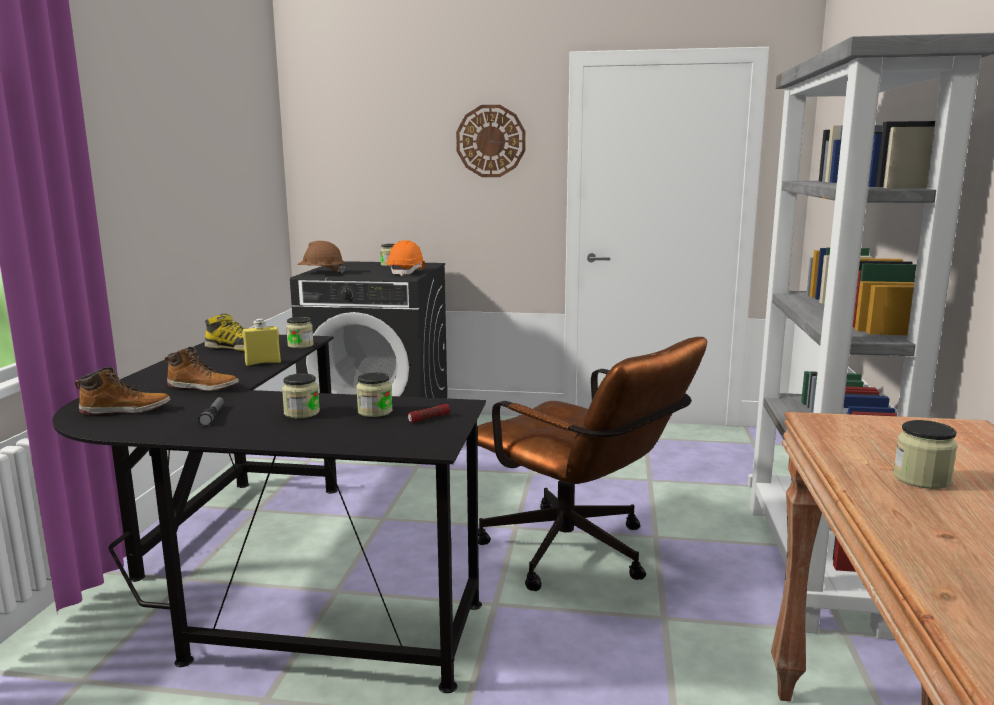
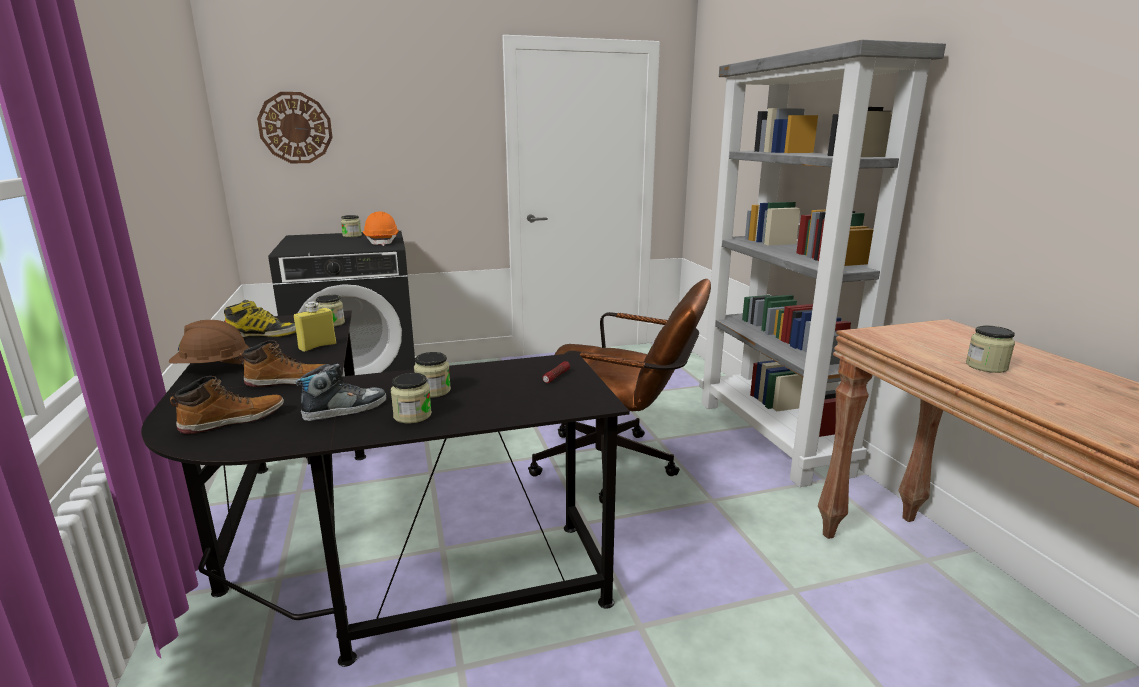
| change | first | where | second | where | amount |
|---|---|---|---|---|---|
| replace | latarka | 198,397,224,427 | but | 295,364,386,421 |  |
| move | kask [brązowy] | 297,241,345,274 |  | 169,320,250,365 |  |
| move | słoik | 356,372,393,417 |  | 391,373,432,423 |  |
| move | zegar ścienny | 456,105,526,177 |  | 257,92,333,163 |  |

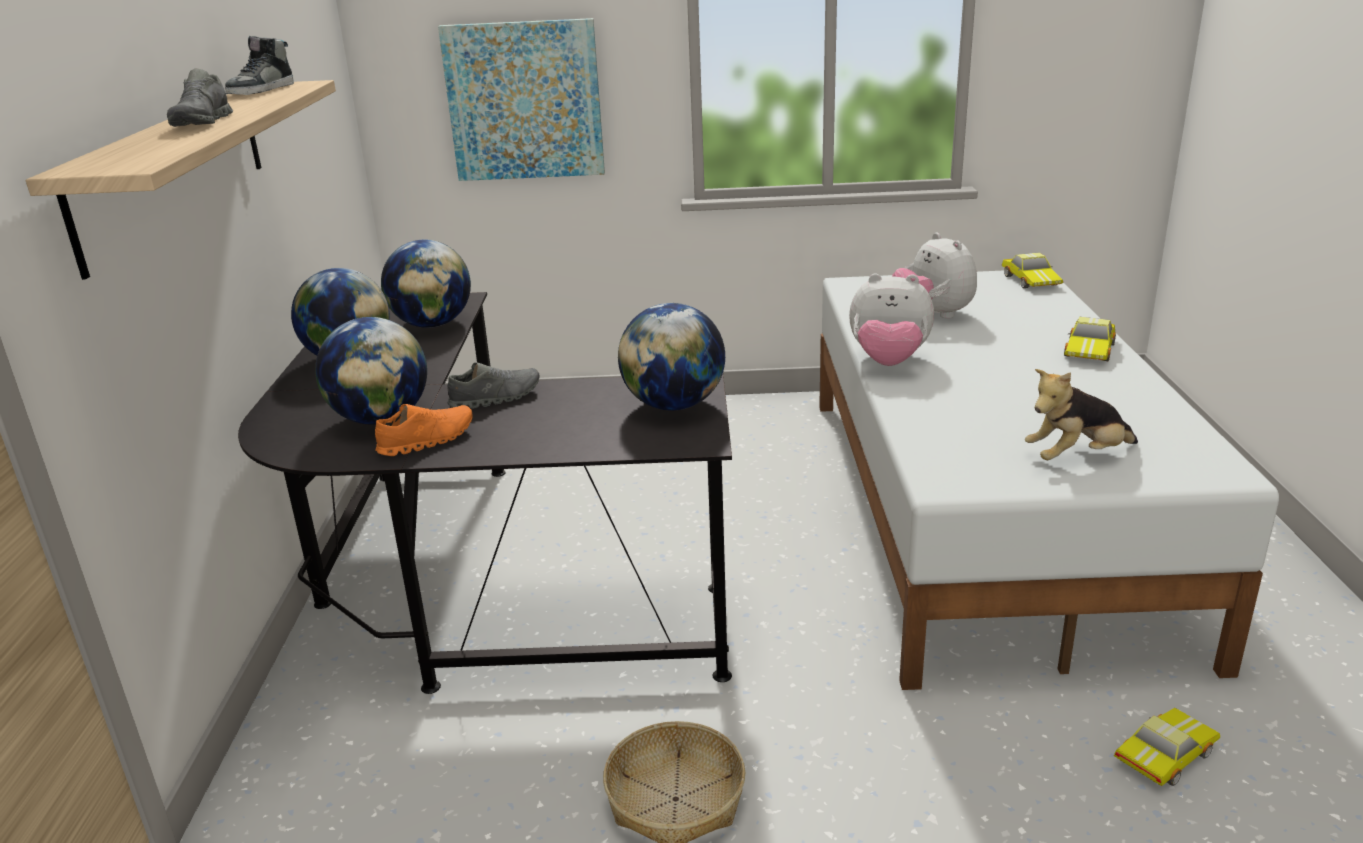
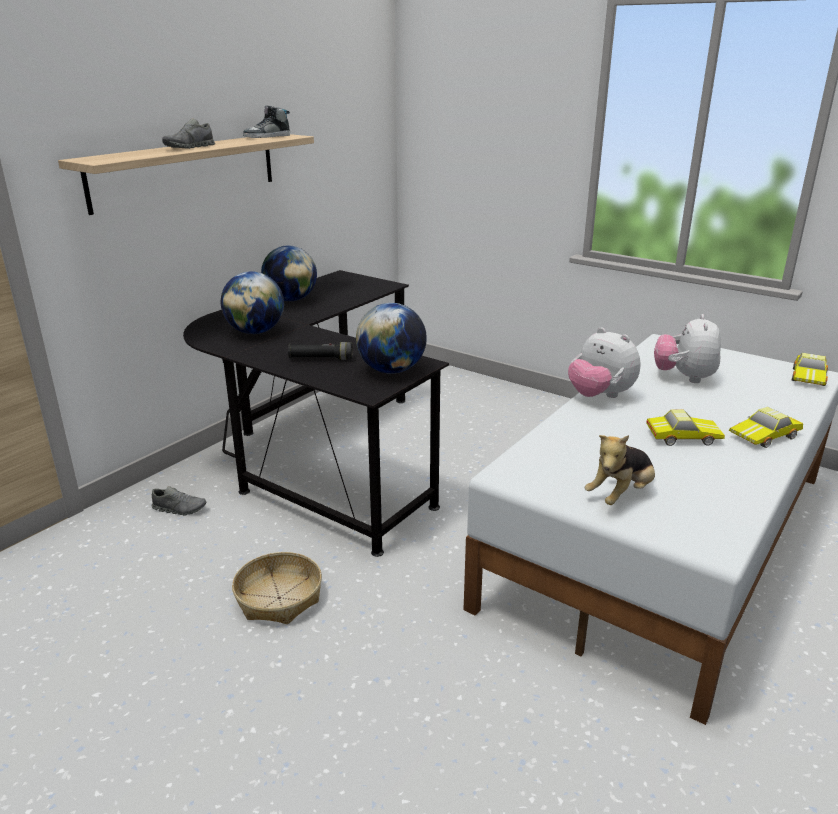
| change | first | where | second | where | amount |
|---|---|---|---|---|---|
| delete | but [pomarańczowy] | 375,404,472,456 |  |  |  |
| delete | globus | 381,240,471,328 |  |  |  |
| delete | obraz | 438,18,605,181 |  |  |  |
| move | but [szary] | 447,362,540,409 |  | 152,486,206,515 |  |
| rotate | pluszak | 1025,369,1138,460 |  | 584,435,655,505 | 60 degrees counterclockwise |
| move | samochodzik | 1114,708,1220,786 |  | 646,409,725,446 |  |
| insert |  |  | latarka [czarny] | 288,342,353,360 |  |

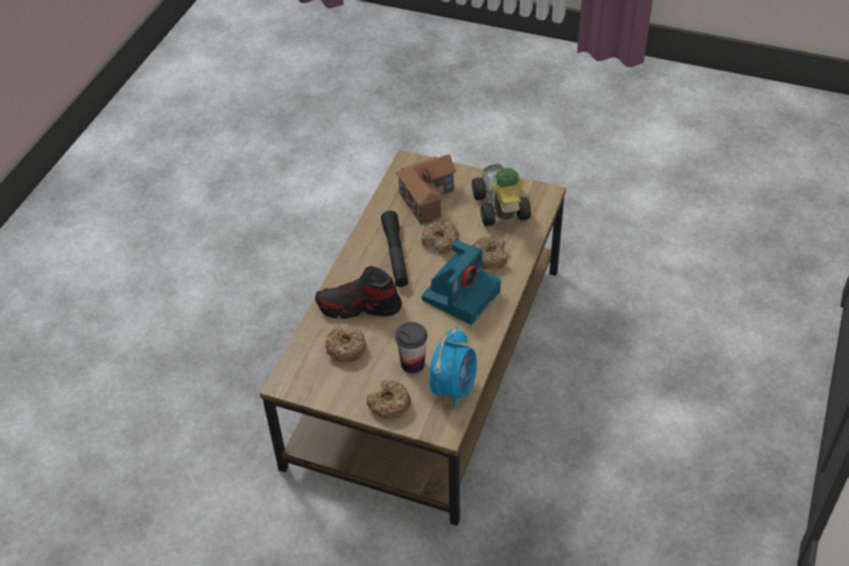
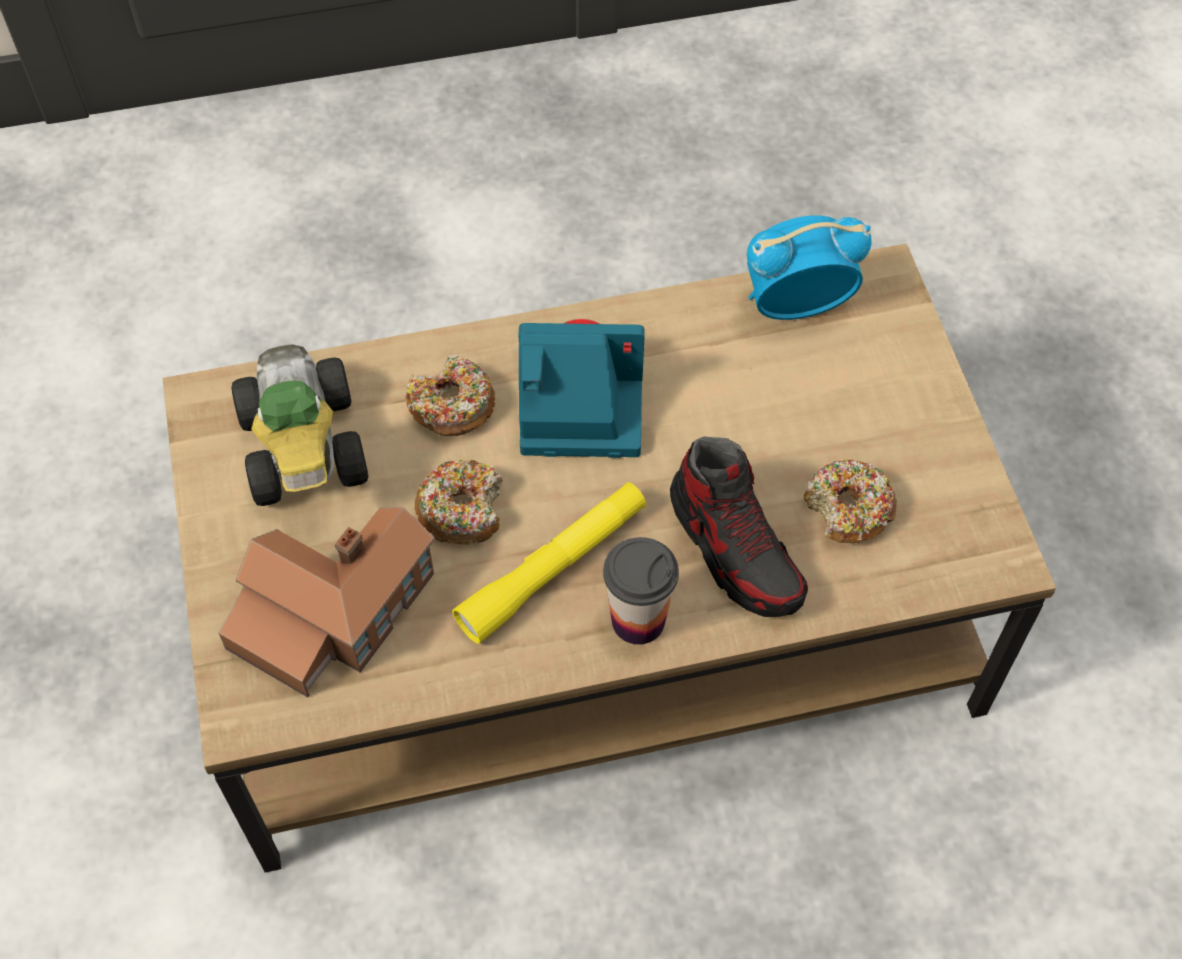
| change | first | where | second | where | amount |
|---|---|---|---|---|---|
| delete | donut | 366,380,411,419 |  |  |  |
| recolor | latarka [czarny] | 381,211,408,287 | latarka [żółty] | 452,482,646,644 |  |
| move | filiżanka | 395,322,428,373 |  | 603,537,679,645 |  |
| rotate | samochodzik | 472,164,531,226 |  | 232,345,368,506 | 120 degrees clockwise |

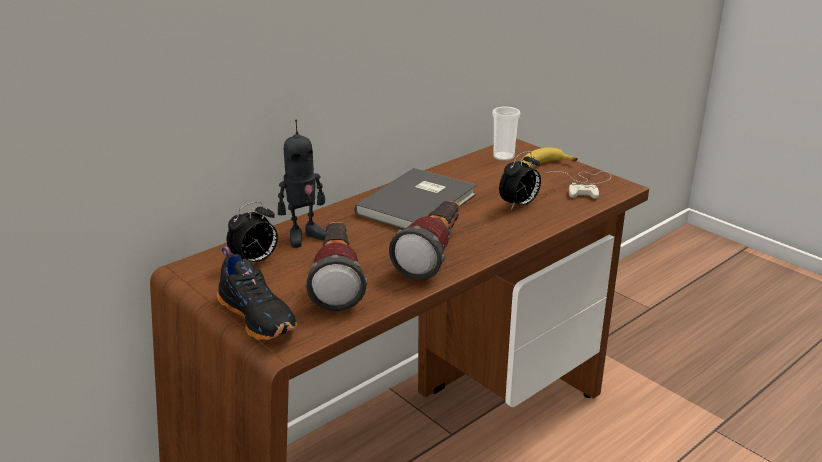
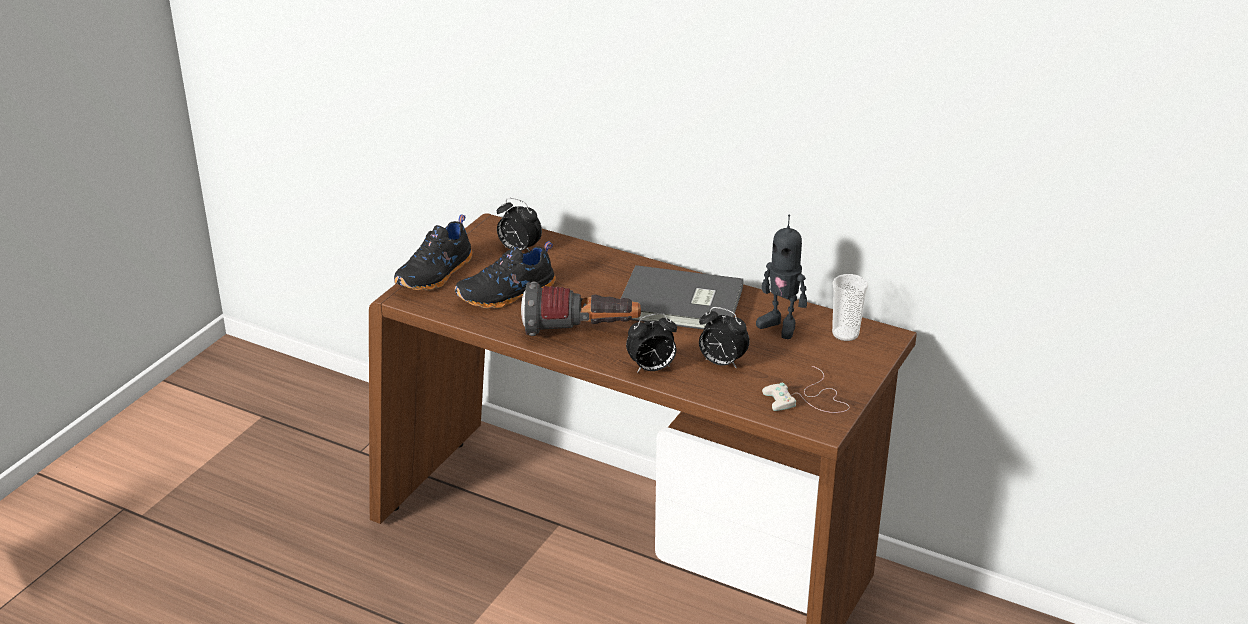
| change | first | where | second | where | amount |
|---|---|---|---|---|---|
| move | robot zabawkowy | 278,120,326,248 |  | 756,215,807,339 |  |
| replace | latarka | 305,222,368,311 | but [czarny] | 455,241,556,308 |  |
| delete | banan | 522,147,578,168 |  |  |  |
| insert |  |  | budzik | 626,313,677,373 |  |

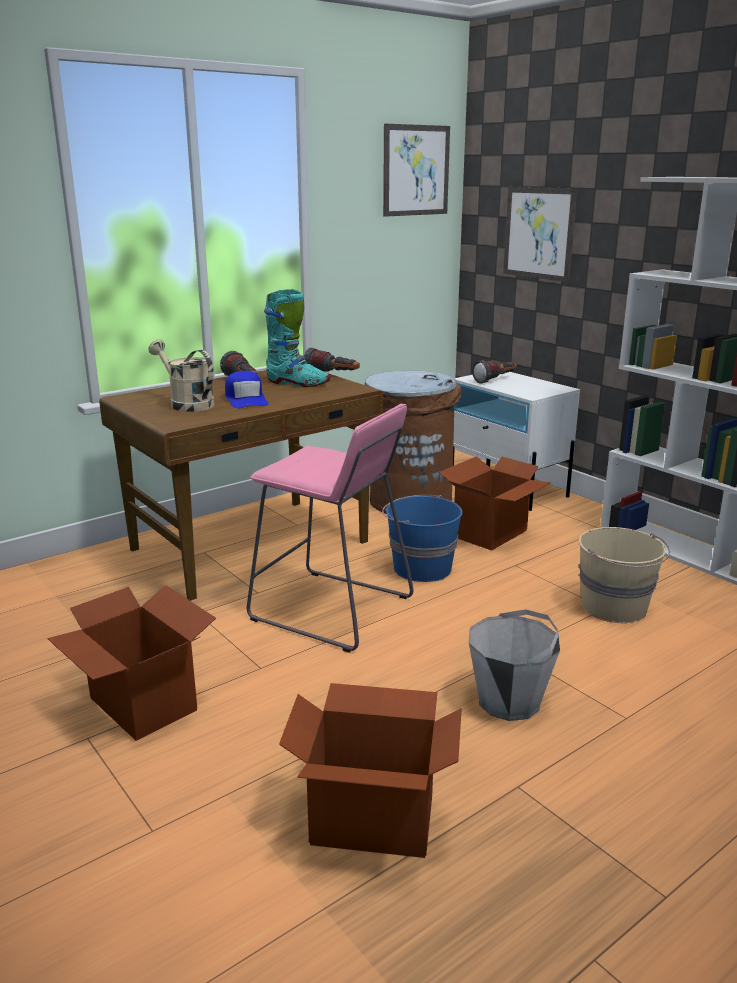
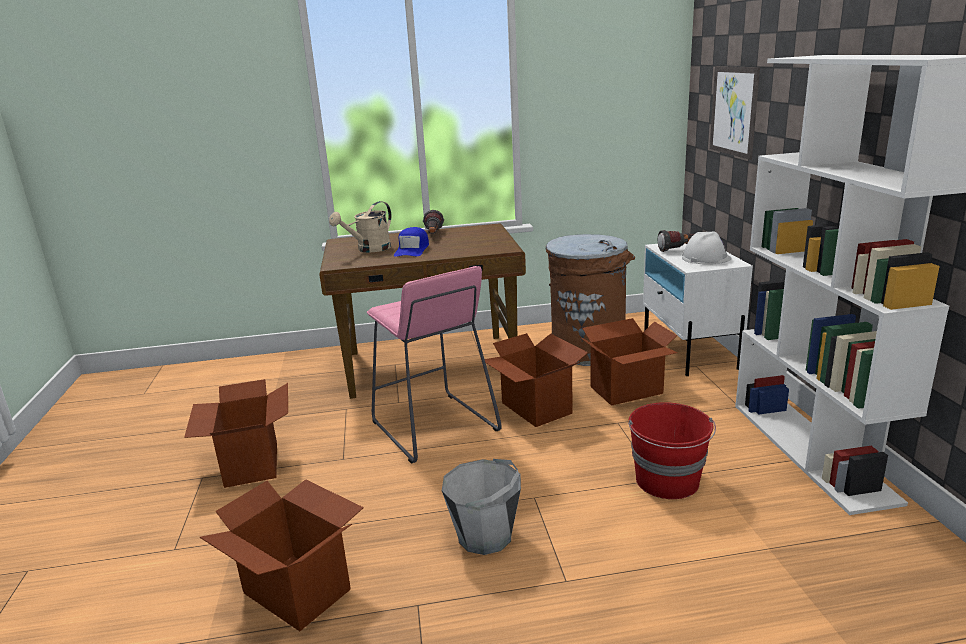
| change | first | where | second | where | amount |
|---|---|---|---|---|---|
| rotate | konewka [beżowy] | 149,339,214,412 |  | 329,201,391,253 | 120 degrees counterclockwise |
| delete | but z cholewką [turkusowy] | 264,289,330,387 |  |  |  |
| delete | latarka | 304,347,360,372 |  |  |  |
| replace | wiadro [niebieski] | 382,495,463,582 | karton | 485,333,588,427 |  |
| delete | obraz | 383,124,450,217 |  |  |  |
| recolor | wiadro [beżowy] | 579,527,670,623 | wiadro [czerwony] | 628,402,716,499 |  |
| insert |  |  | kask [biały] | 682,231,732,264 |  |

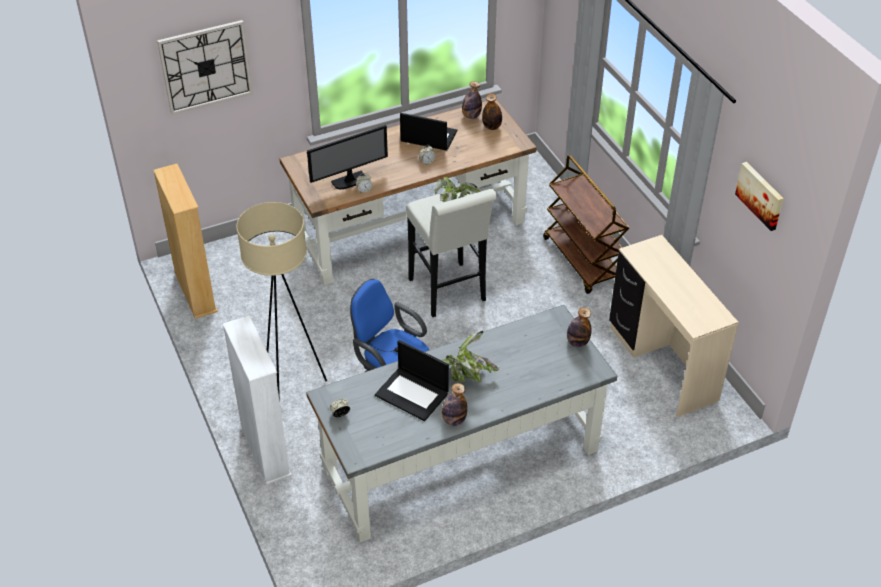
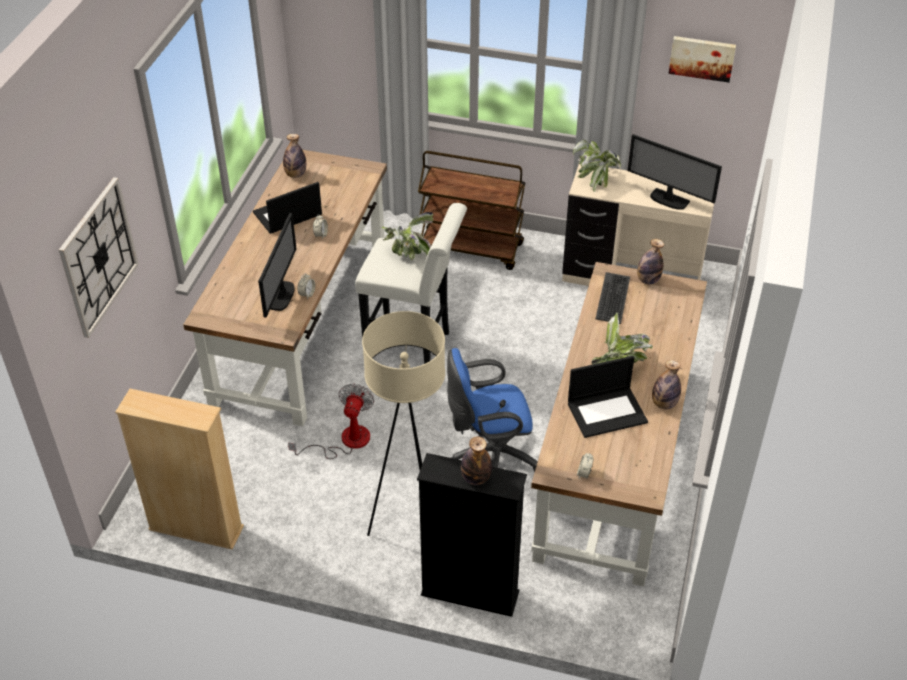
| change | first | where | second | where | amount |
|---|---|---|---|---|---|
| recolor | regał [biały] | 223,315,292,485 | regał [czarny] | 417,453,527,617 |  |
| recolor | biurko [szary] | 306,305,617,543 | biurko [brązowy] | 531,262,707,587 |  |
| move | butelka | 482,93,502,130 |  | 461,436,492,485 |  |
| insert |  |  | wentylator | 288,384,374,459 |  |
| insert |  |  | roślina doniczkowa | 573,139,621,192 |  |
| insert |  |  | klawiatura | 595,272,630,324 |  |
| insert |  |  | monitor | 627,134,722,210 |  |

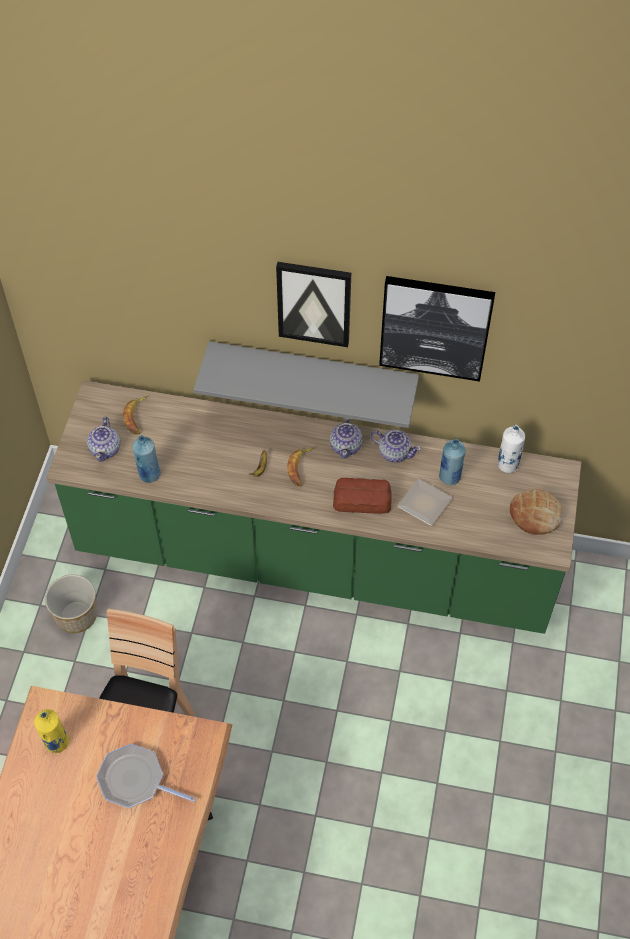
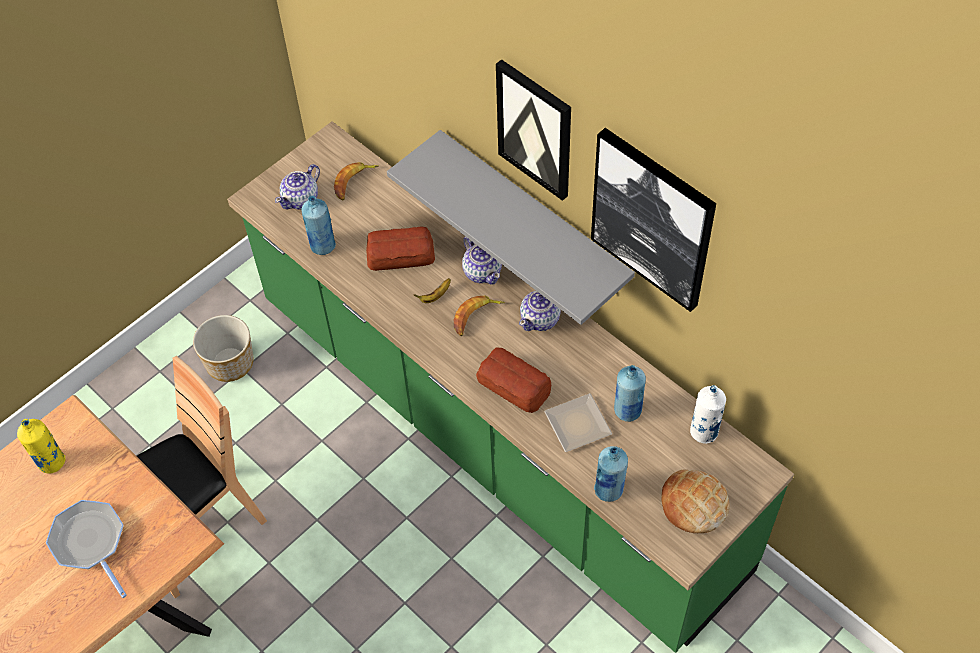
| change | first | where | second | where | amount |
|---|---|---|---|---|---|
| move | imbryk | 370,430,421,463 |  | 462,236,502,285 |  |
| insert |  |  | chleb | 366,226,435,271 |  |
| insert |  |  | butelka [niebieski] | 594,446,628,502 |  |

